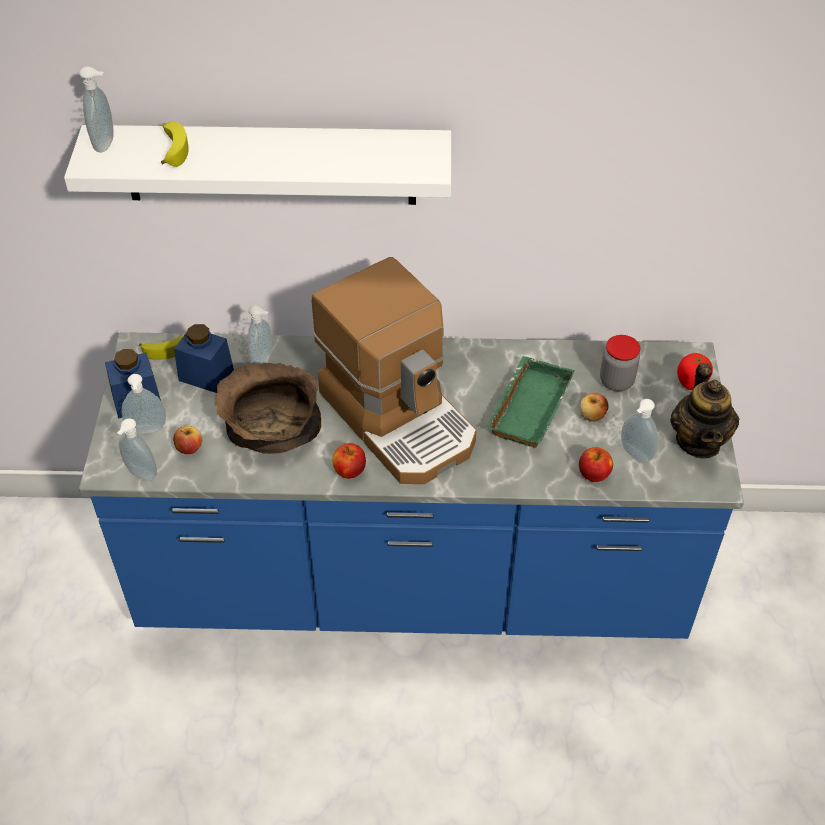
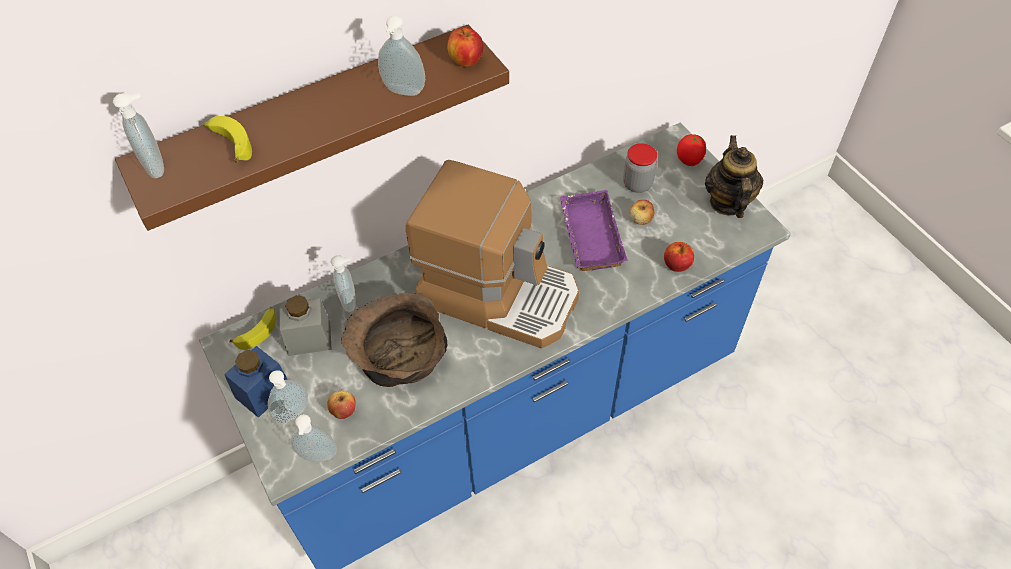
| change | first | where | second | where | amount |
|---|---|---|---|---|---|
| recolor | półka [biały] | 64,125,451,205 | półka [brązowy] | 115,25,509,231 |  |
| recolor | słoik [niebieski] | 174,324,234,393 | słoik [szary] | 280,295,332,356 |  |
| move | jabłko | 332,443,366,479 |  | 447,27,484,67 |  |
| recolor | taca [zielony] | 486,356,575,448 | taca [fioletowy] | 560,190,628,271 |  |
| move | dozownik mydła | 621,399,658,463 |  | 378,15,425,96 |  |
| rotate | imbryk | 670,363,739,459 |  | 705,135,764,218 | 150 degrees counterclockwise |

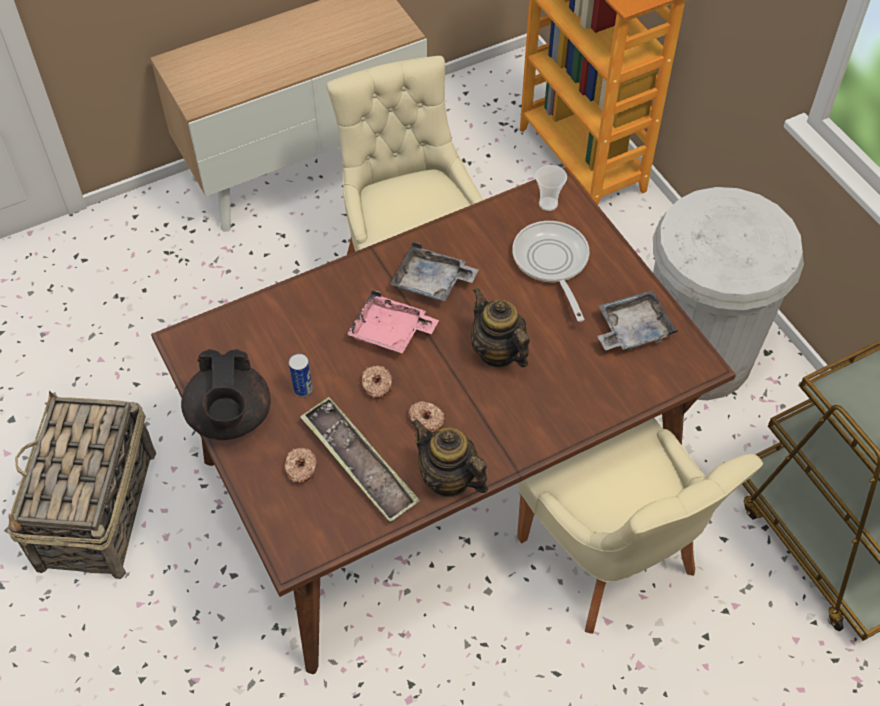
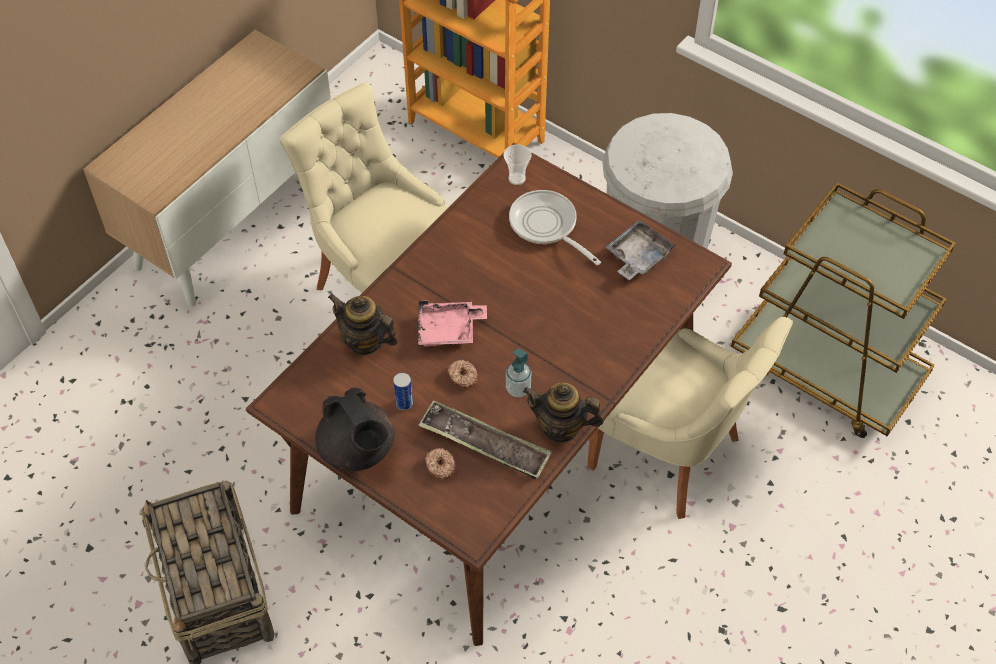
| change | first | where | second | where | amount |
|---|---|---|---|---|---|
| delete | taca [szary] | 390,242,479,301 |  |  |  |
| replace | donut | 408,401,446,433 | dozownik mydła | 506,348,531,397 |  |
| move | imbryk | 471,288,530,368 |  | 328,294,398,356 |  |

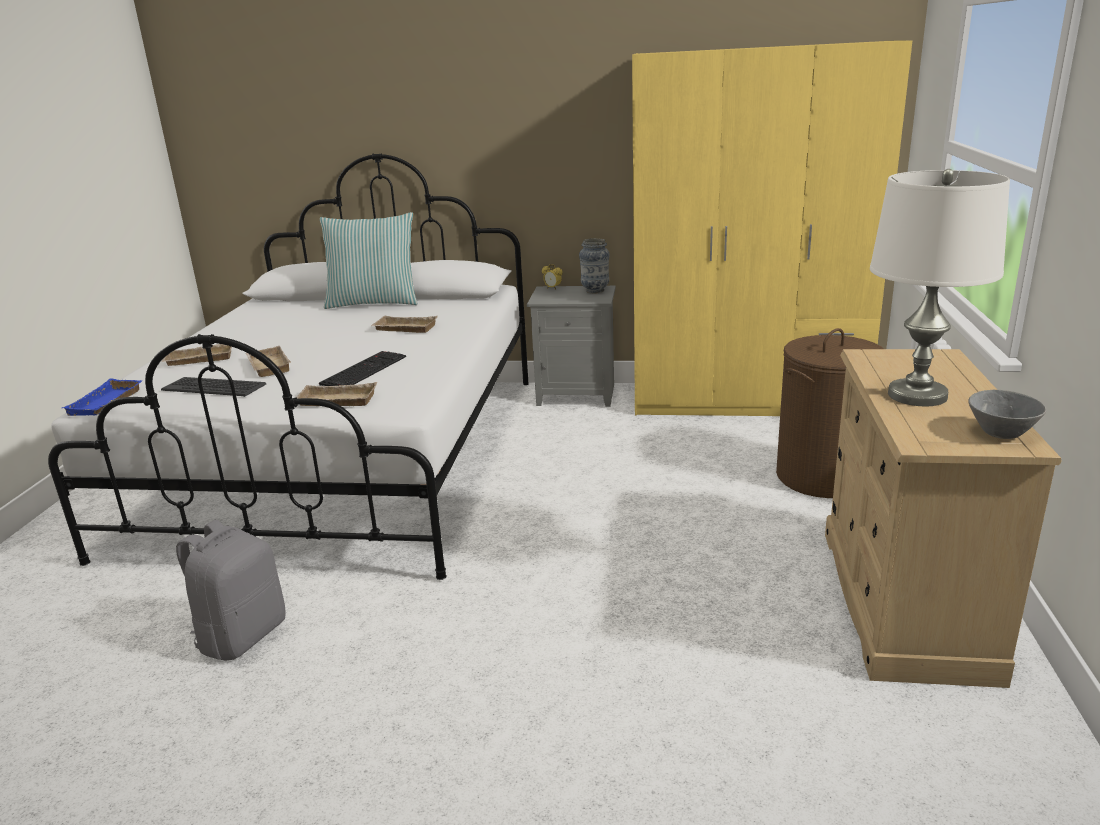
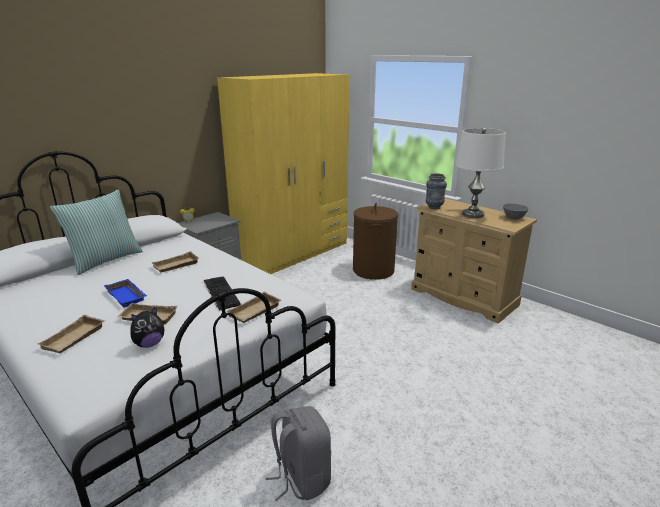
| change | first | where | second | where | amount |
|---|---|---|---|---|---|
| move | taca [niebieski] | 62,378,143,416 |  | 104,279,147,308 |  |
| replace | klawiatura | 161,377,266,397 | pluszak | 130,307,164,348 |  |
| move | wazon | 579,238,610,293 |  | 426,173,447,209 |  |

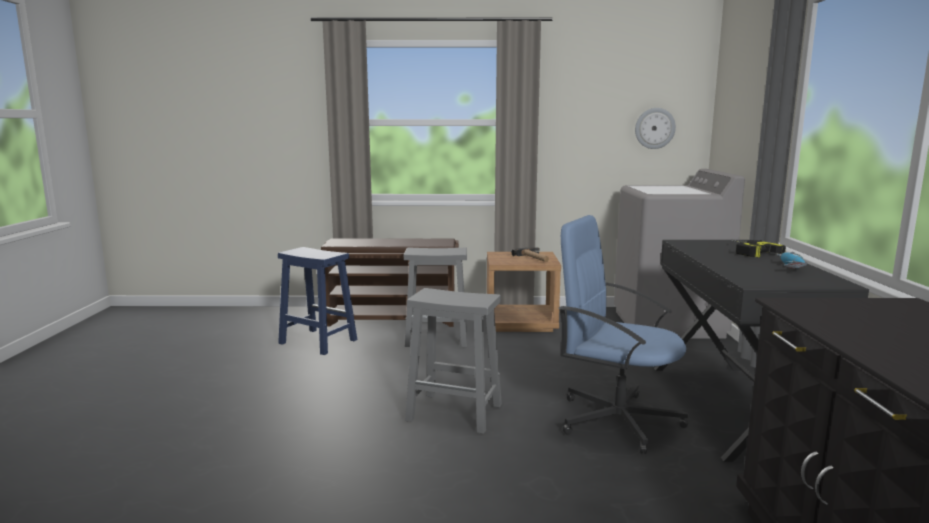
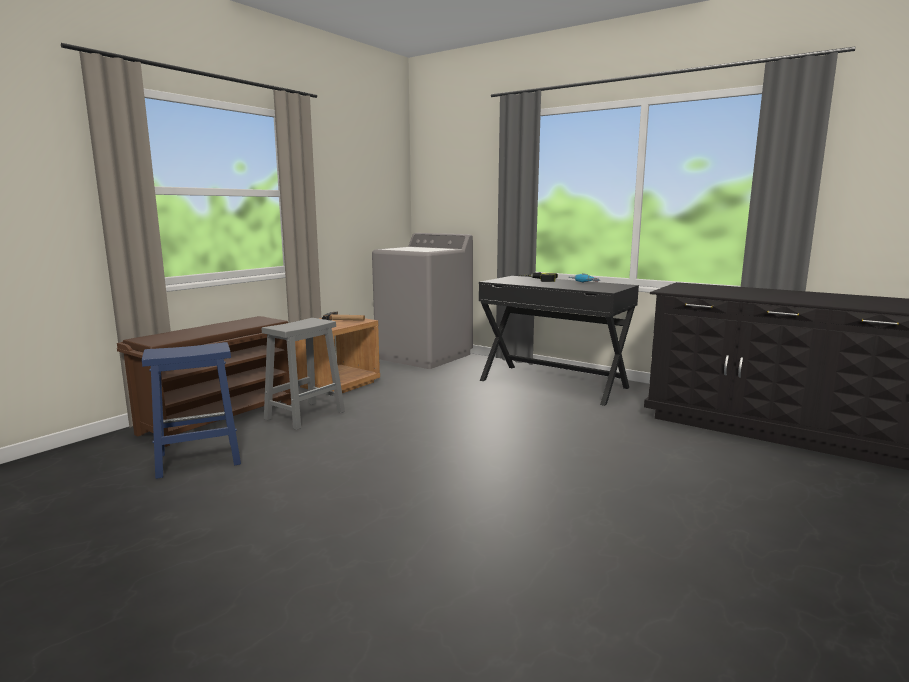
| change | first | where | second | where | amount |
|---|---|---|---|---|---|
| delete | stołek [szary] | 405,288,502,434 |  |  |  |
| delete | krzesło biurowe [niebieski] | 558,215,689,454 |  |  |  |
| delete | zegar ścienny | 635,108,676,149 |  |  |  |

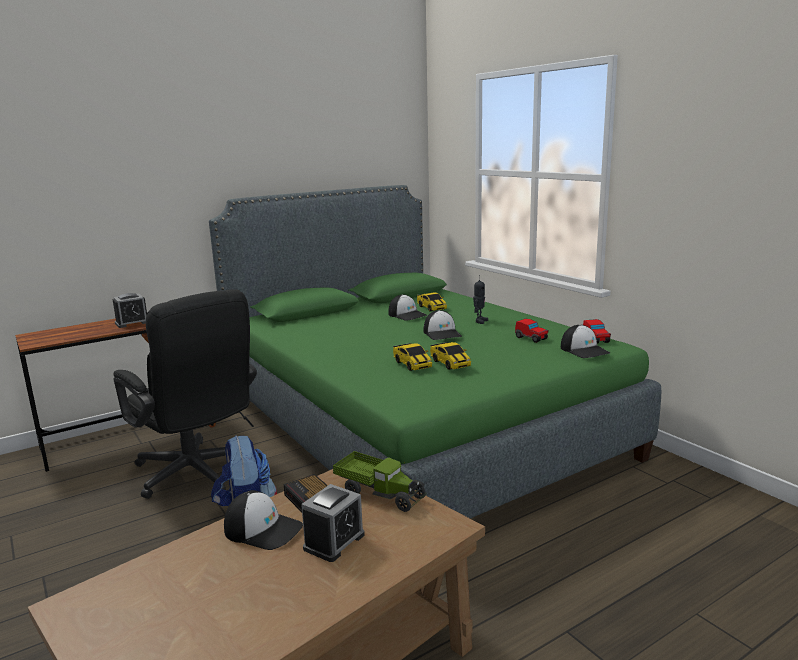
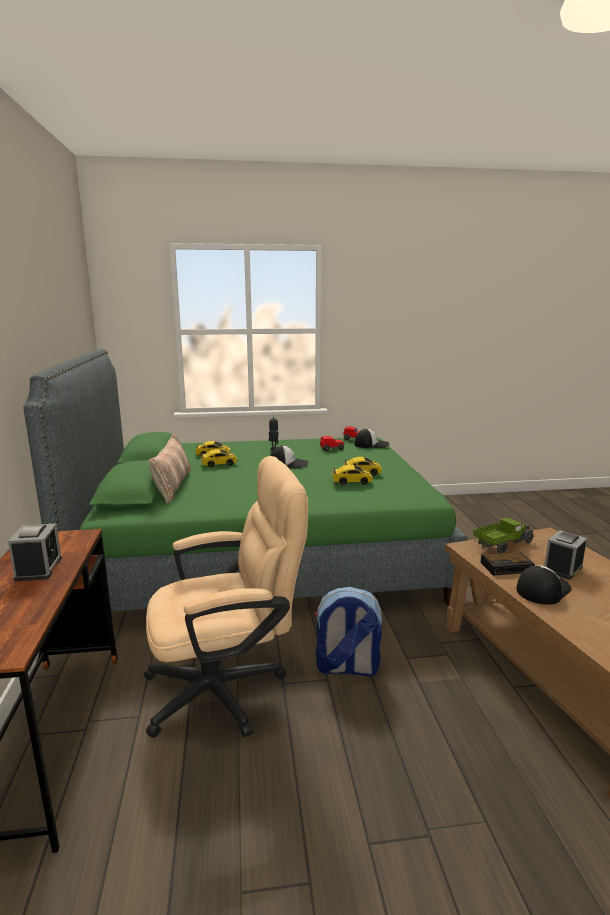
| change | first | where | second | where | amount |
|---|---|---|---|---|---|
| recolor | krzesło biurowe [czarny] | 114,289,257,499 | krzesło biurowe [beżowy] | 144,456,308,738 |  |
| rotate | budzik | 301,484,365,562 |  | 544,530,587,580 | 105 degrees counterclockwise |
| replace | czapka z daszkiem | 388,295,427,321 | samochodzik | 201,449,237,467 |  |
| insert |  |  | poduszka | 148,434,191,504 |  |

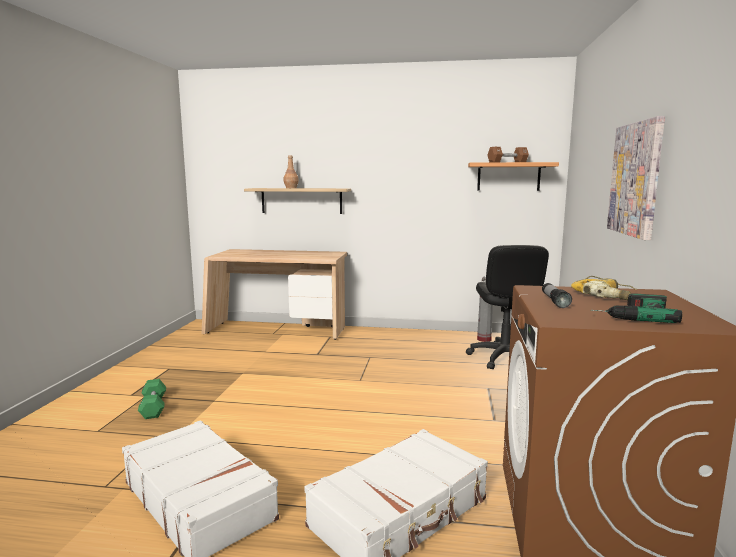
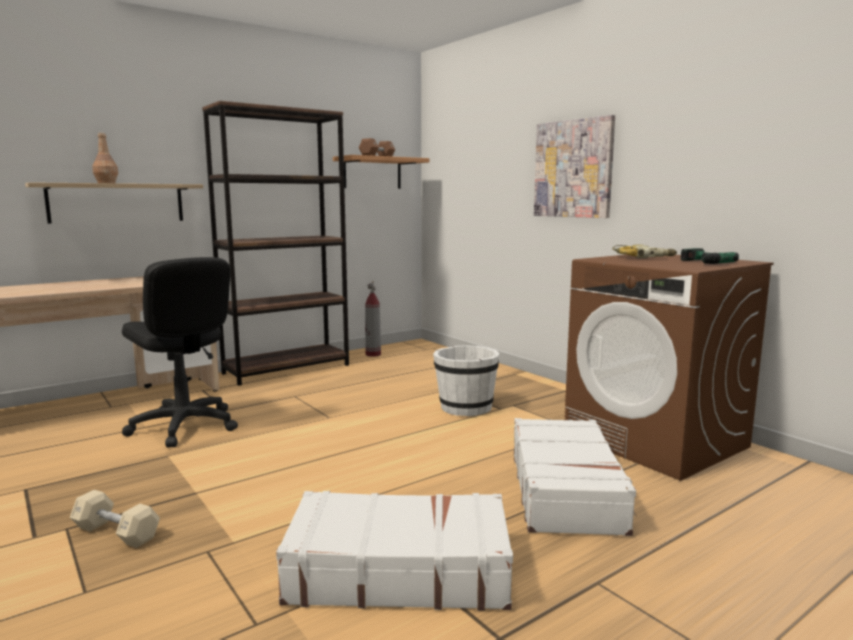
| change | first | where | second | where | amount |
|---|---|---|---|---|---|
| recolor | hantel [zielony] | 138,379,166,419 | hantel [beżowy] | 70,490,160,548 |  |
| move | krzesło biurowe [czarny] | 466,245,549,369 |  | 122,257,238,448 |  |
| delete | latarka | 542,283,572,308 |  |  |  |
| insert |  |  | regał [brązowy] | 202,101,349,386 |  |
| insert |  |  | wiadro [biały] | 433,345,500,417 |  |

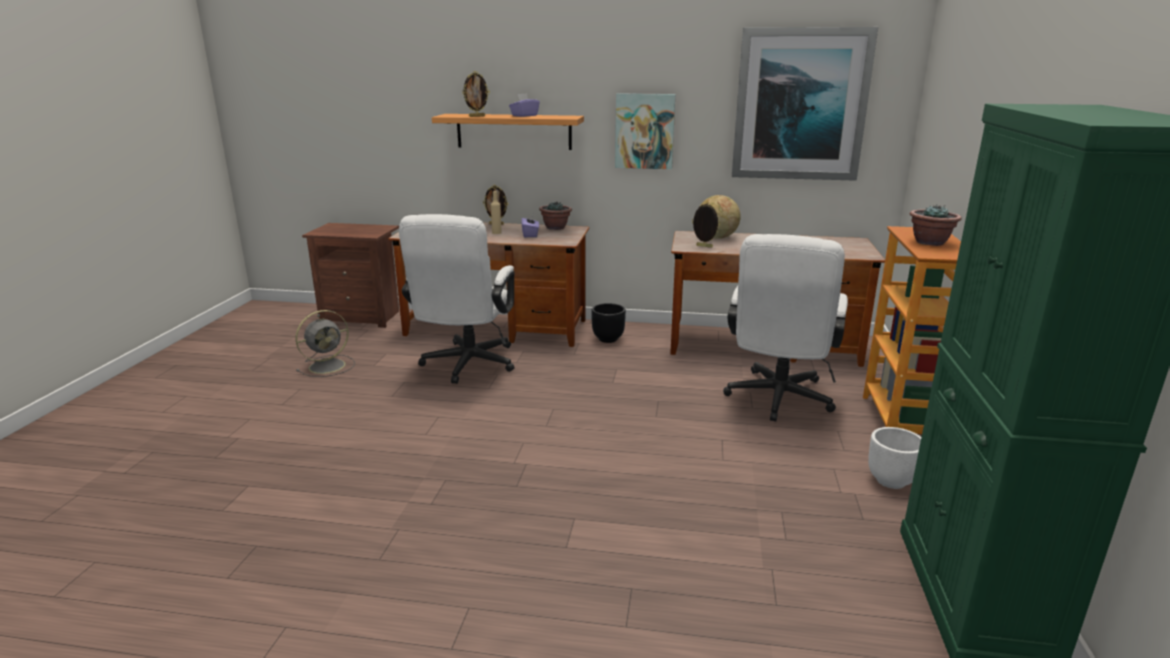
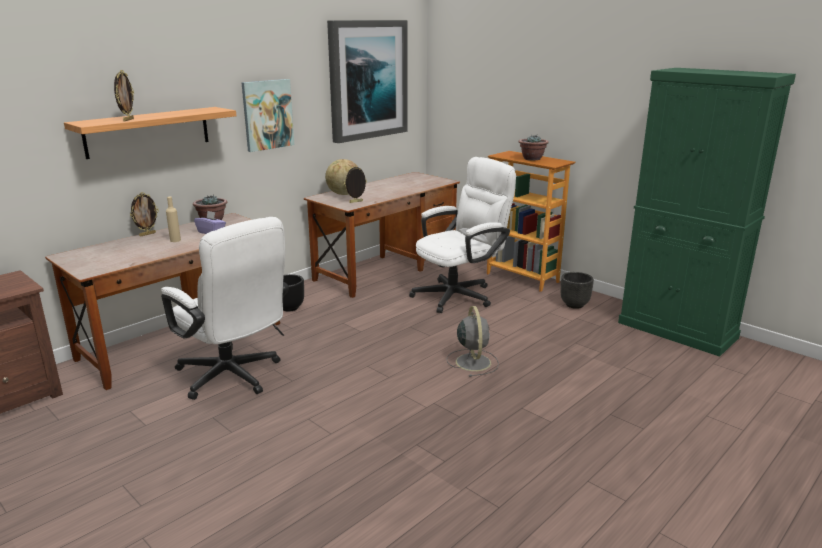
| change | first | where | second | where | amount |
|---|---|---|---|---|---|
| move | wentylator [szary] | 295,310,355,377 |  | 446,306,499,377 |  |
| delete | pudełko chusteczek [fioletowy] | 509,93,540,117 |  |  |  |
| rotate | krzesło biurowe [biały] | 723,234,848,422 |  | 409,157,516,313 | 90 degrees counterclockwise |
| recolor | donica [biały] | 868,427,921,489 | donica [czarny] | 561,272,594,309 |  |

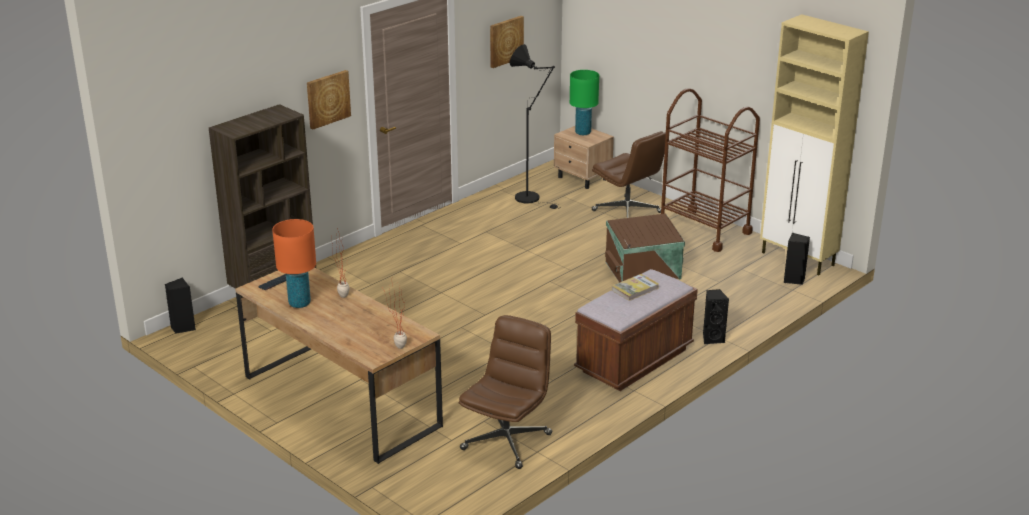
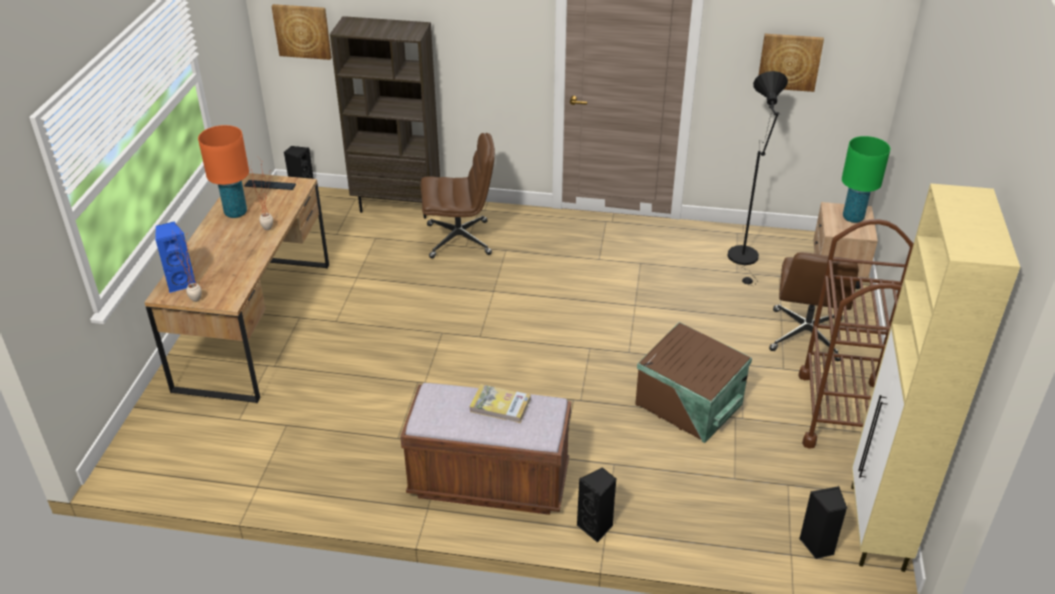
| change | first | where | second | where | amount |
|---|---|---|---|---|---|
| move | obraz | 307,70,351,129 |  | 271,4,332,60 |  |
| move | krzesło biurowe [brązowy] | 459,315,552,469 |  | 420,133,495,259 |  |
| insert |  |  | głośnik [niebieski] | 155,221,196,293 |  |

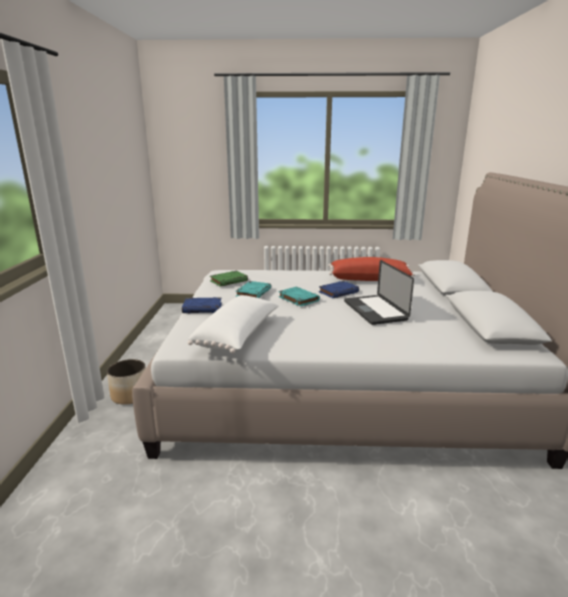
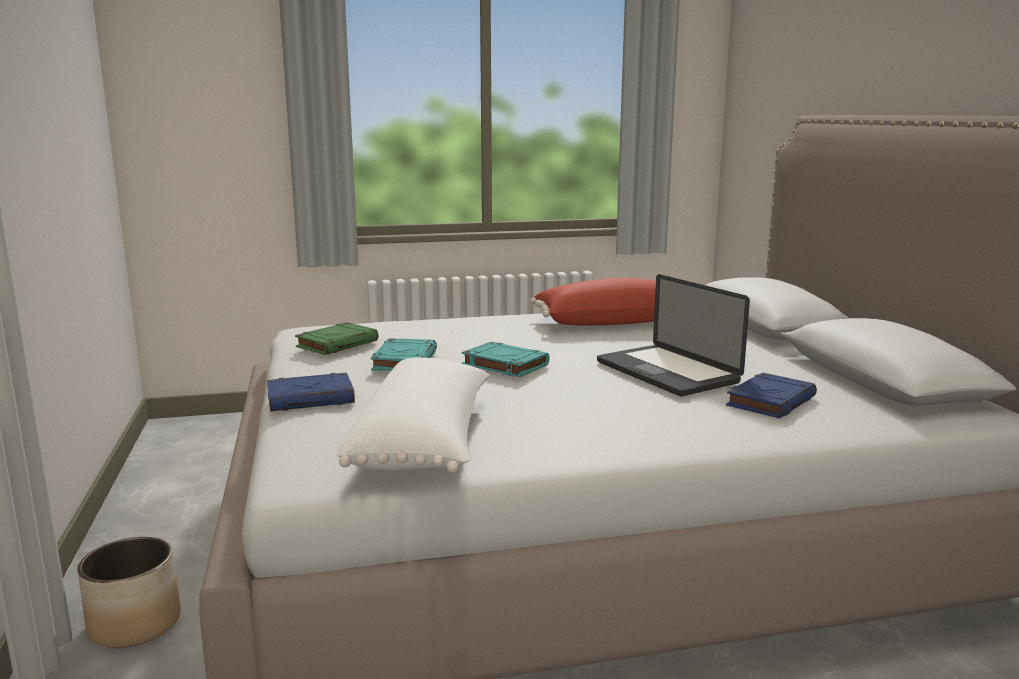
| change | first | where | second | where | amount |
|---|---|---|---|---|---|
| move | książka [niebieski] | 319,281,359,298 |  | 726,372,817,418 |  |

